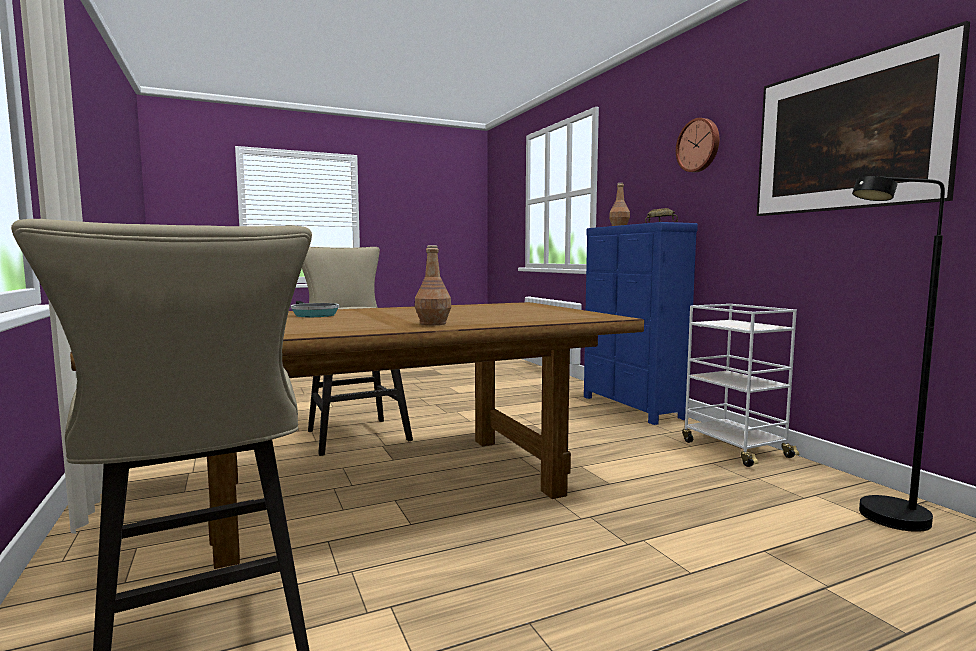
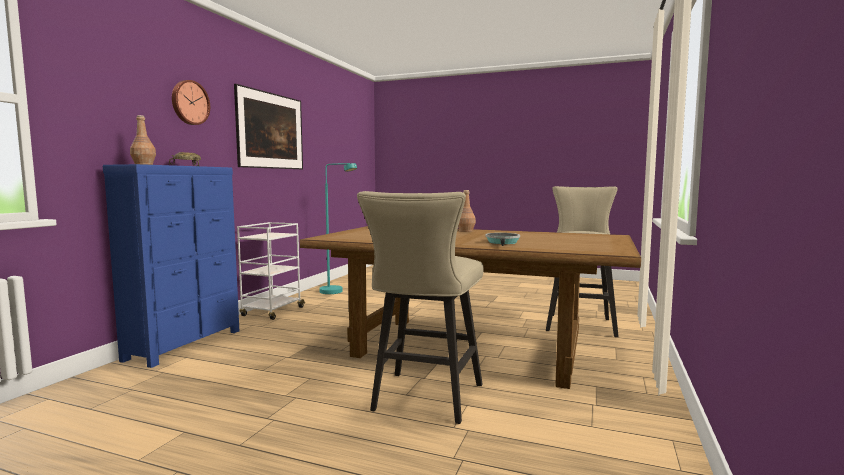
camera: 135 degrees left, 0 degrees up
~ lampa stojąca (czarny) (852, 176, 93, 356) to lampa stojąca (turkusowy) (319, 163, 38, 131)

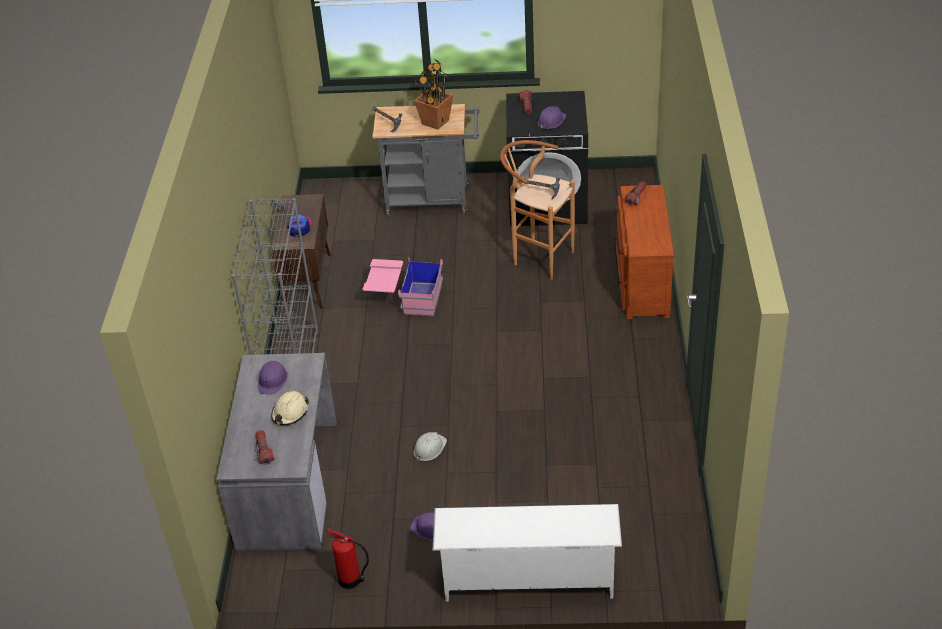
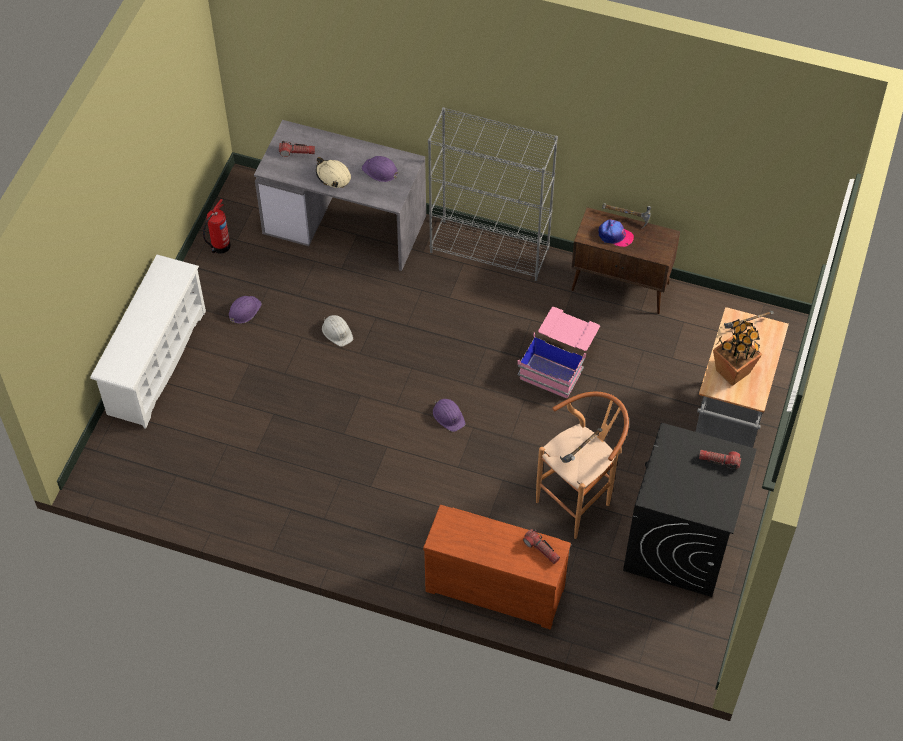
camera: 105 degrees right, 15 degrees up
~ kask (fioletowy) (538, 106, 28, 23) to (433, 399, 33, 33)

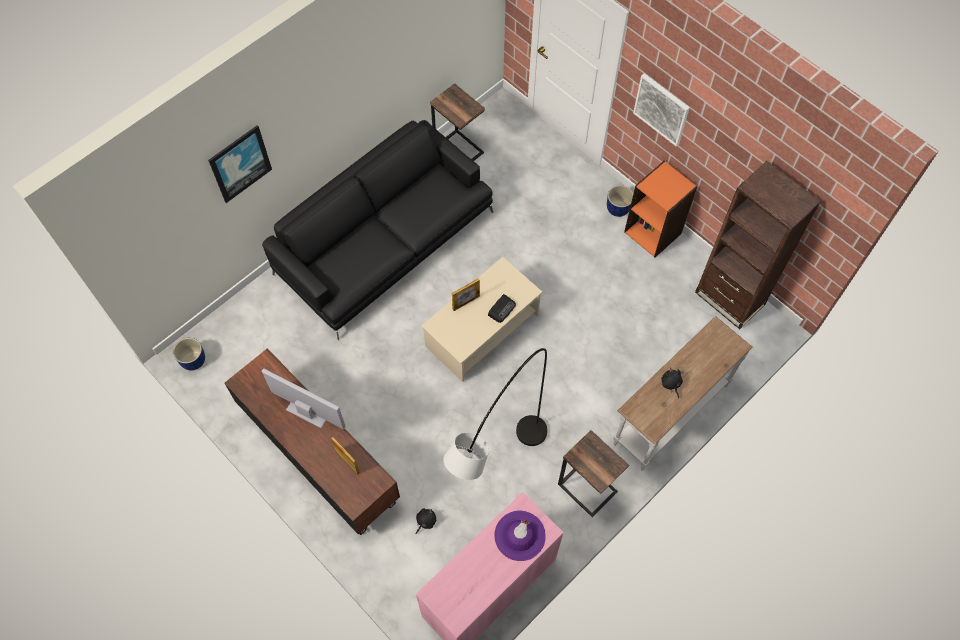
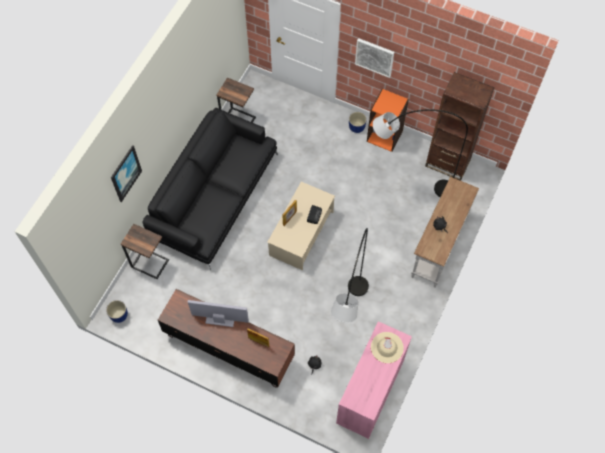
camera: 20 degrees left, 0 degrees up
~ kapelusz (fioletowy) (494, 511, 52, 50) to kapelusz (beżowy) (371, 332, 33, 31)
~ stolik (558, 430, 71, 87) to (121, 224, 48, 55)
+ lampa stojąca (szary) (373, 109, 95, 88)

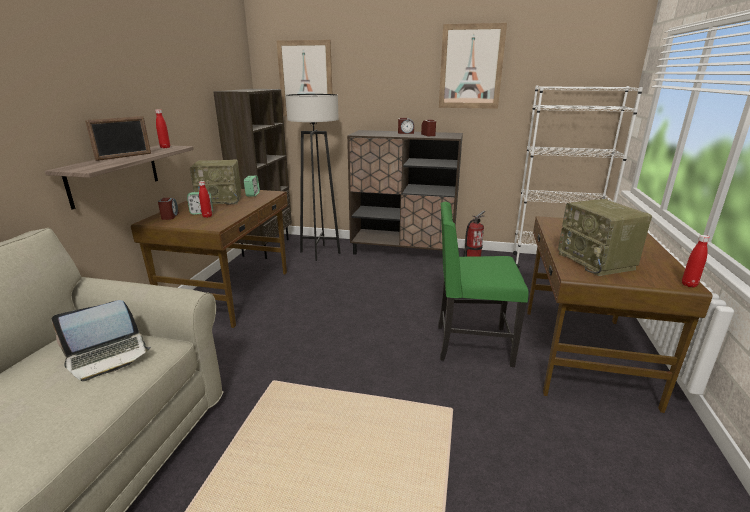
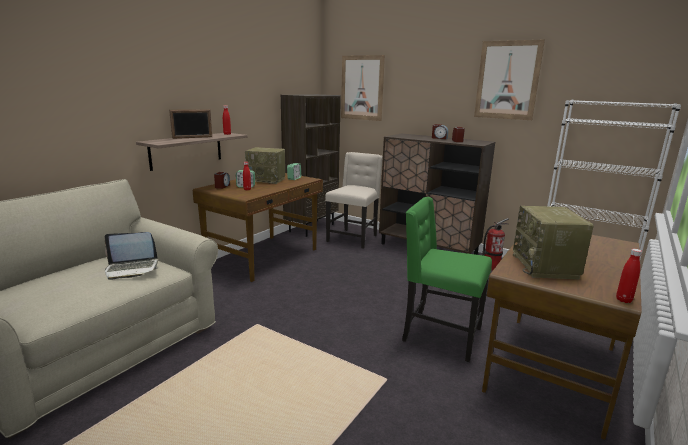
camera: 20 degrees right, 5 degrees down
~ lampa stojąca (szary) (285, 94, 56, 167) to krzesło (beżowy) (325, 152, 58, 97)

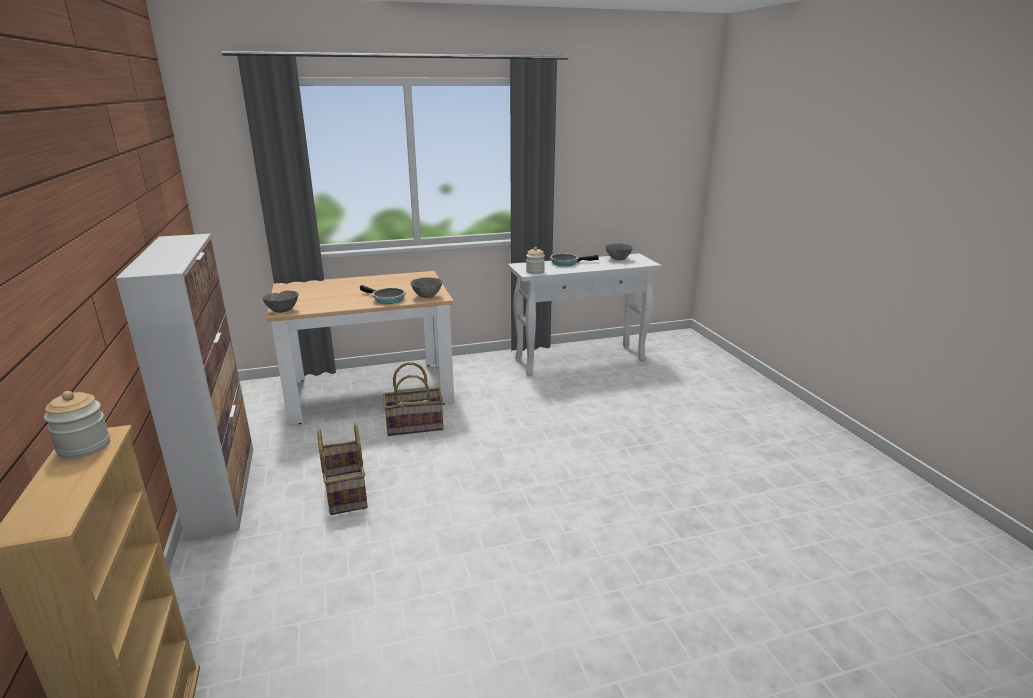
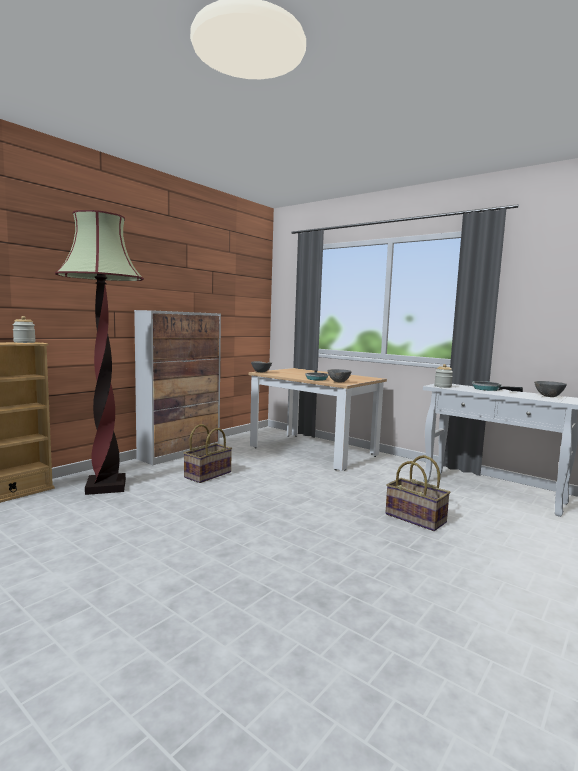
camera: 55 degrees right, 15 degrees down
~ koszyk (383, 362, 60, 74) to (385, 455, 66, 76)
+ lampa stojąca (55, 210, 89, 285)

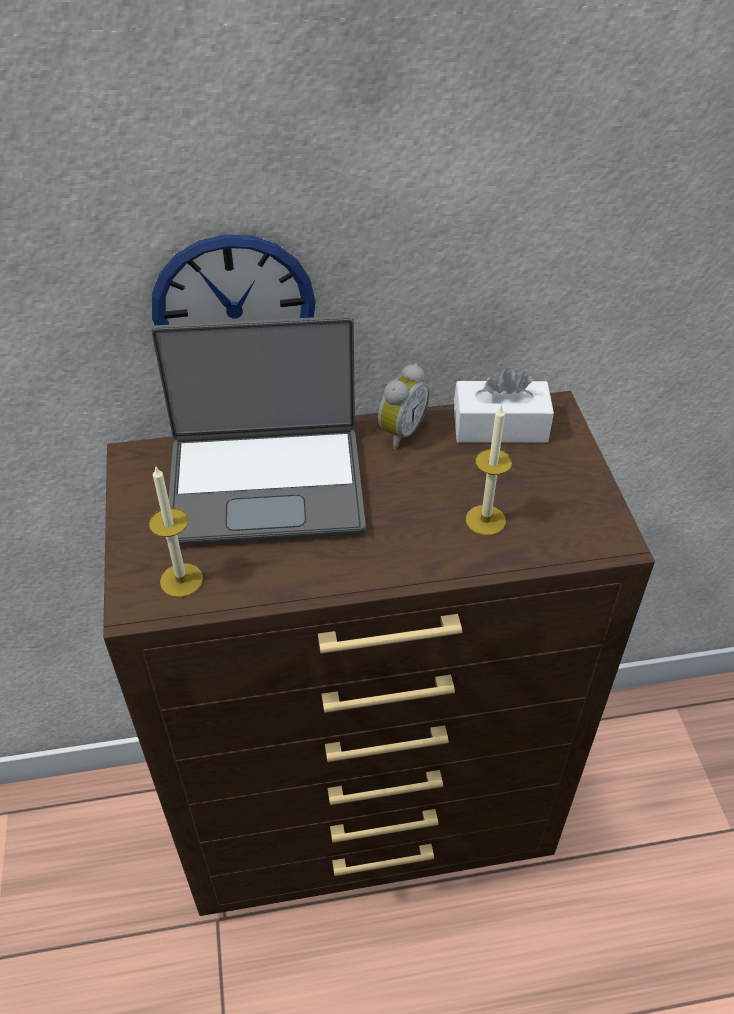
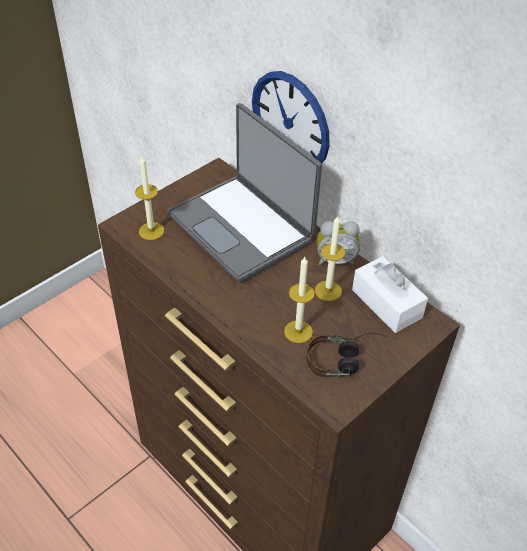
camera: 55 degrees right, 0 degrees up
+ słuchawki (306, 333, 83, 44)
+ świeca (315, 216, 30, 85)

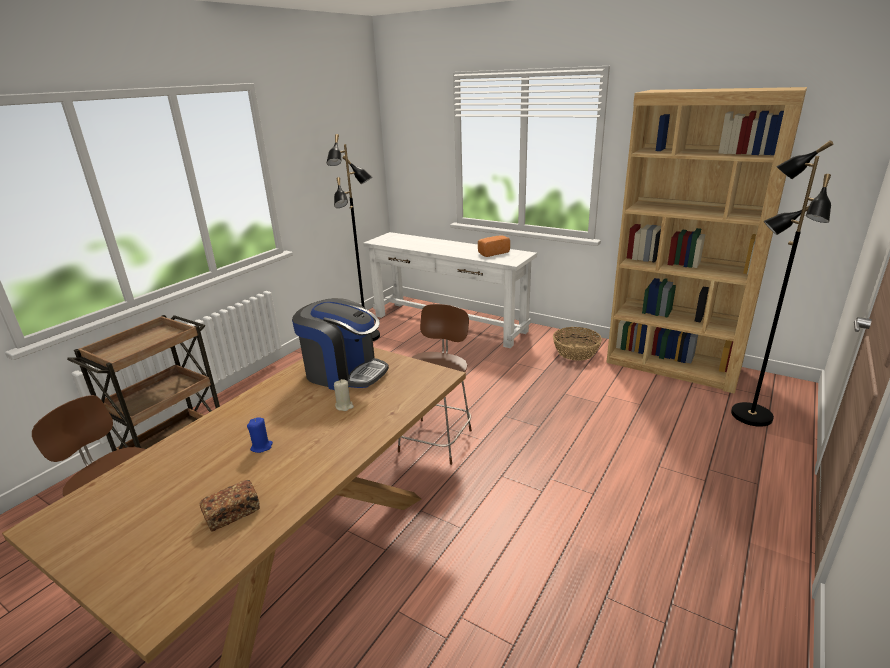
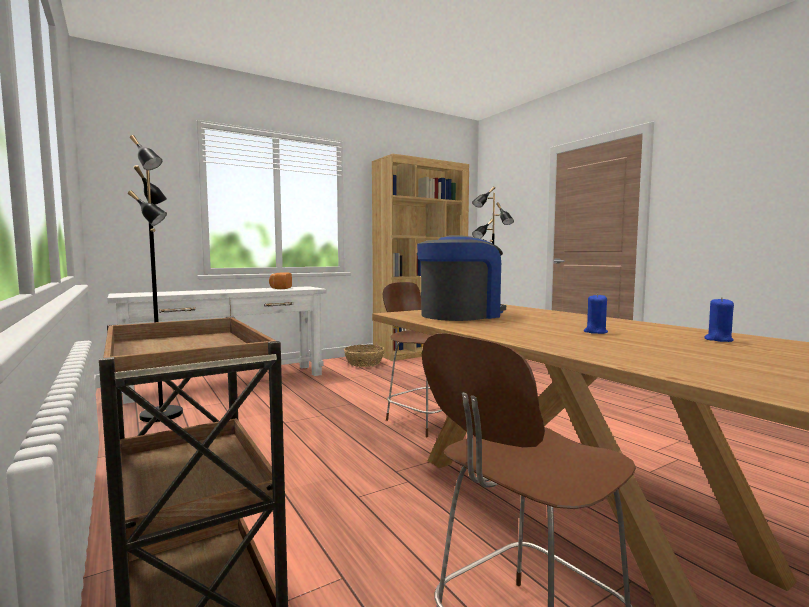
camera: 65 degrees left, 20 degrees down
~ chleb (200, 480, 60, 52) to świeca (niebieski) (705, 297, 29, 45)
- świeca (beżowy) (334, 379, 20, 32)

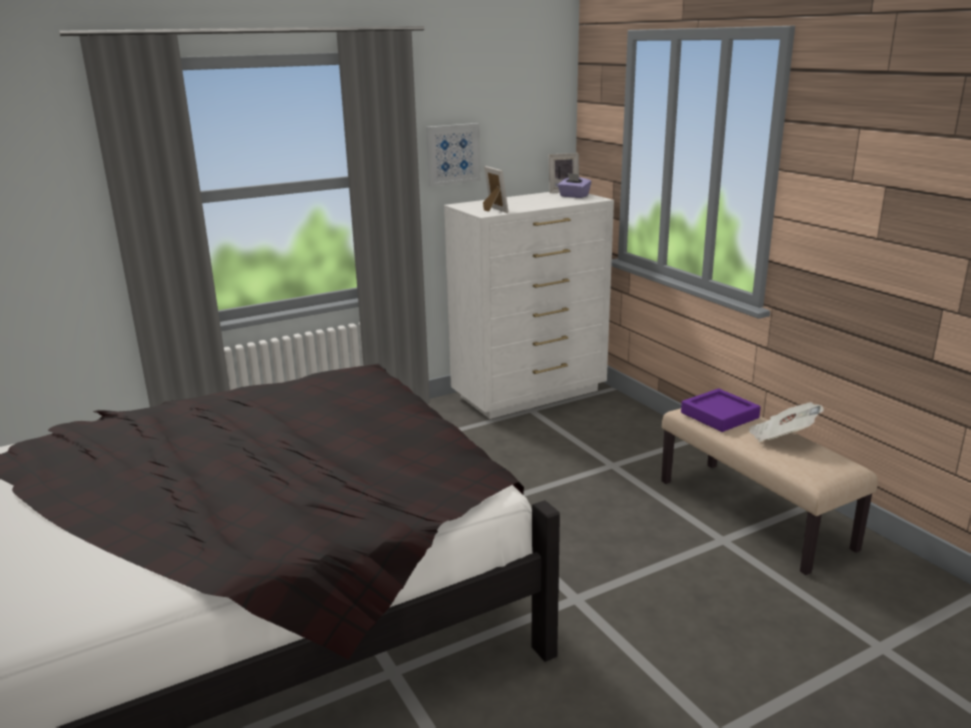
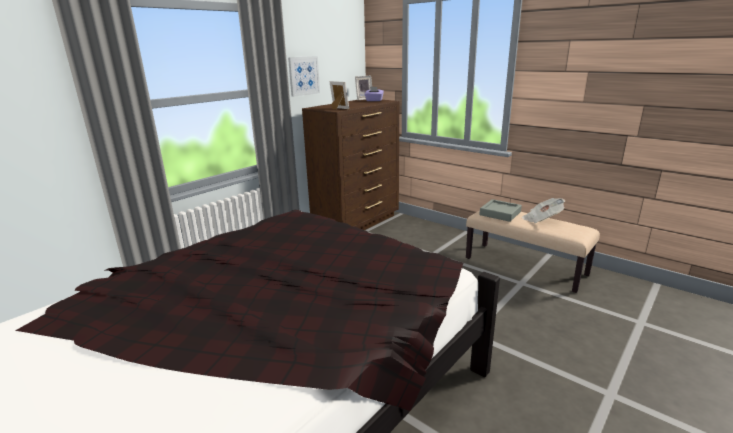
camera: 20 degrees left, 0 degrees up
~ komoda (biały) (444, 192, 170, 227) to komoda (brązowy) (302, 100, 97, 130)
~ taca (fioletowy) (681, 389, 80, 43) to taca (szary) (479, 199, 43, 23)

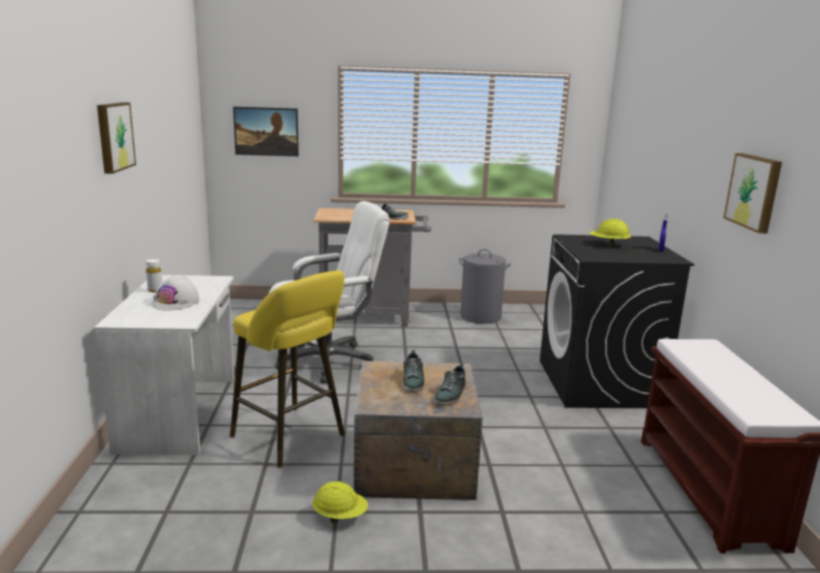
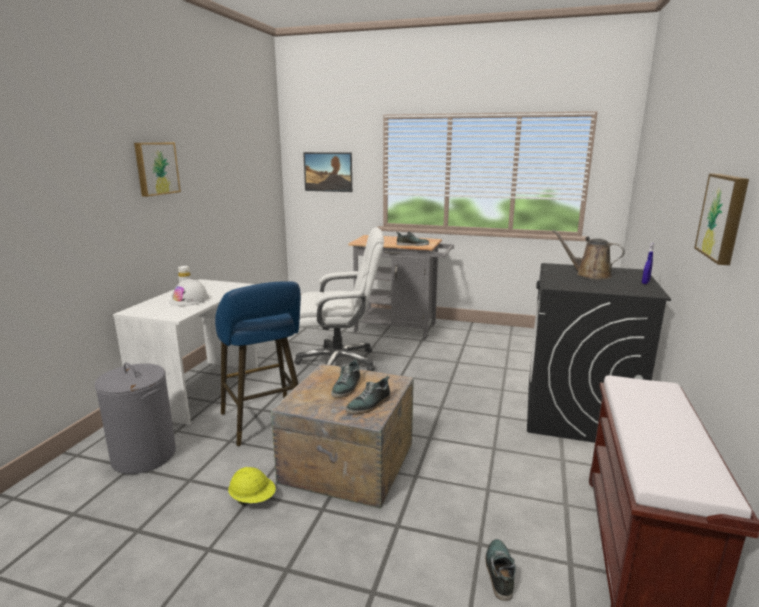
camera: 20 degrees right, 0 degrees up
~ stołek (żółty) (230, 271, 115, 197) to stołek (niebieski) (215, 281, 86, 165)
~ kosz na pranie (szary) (459, 249, 52, 75) to (94, 363, 82, 111)
~ kask (żółty) (589, 219, 42, 27) to konewka (brązowy) (552, 230, 73, 49)
+ but (485, 539, 31, 62)

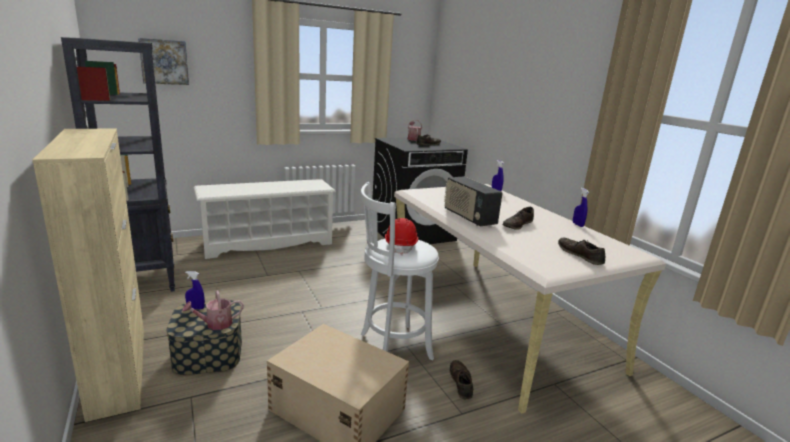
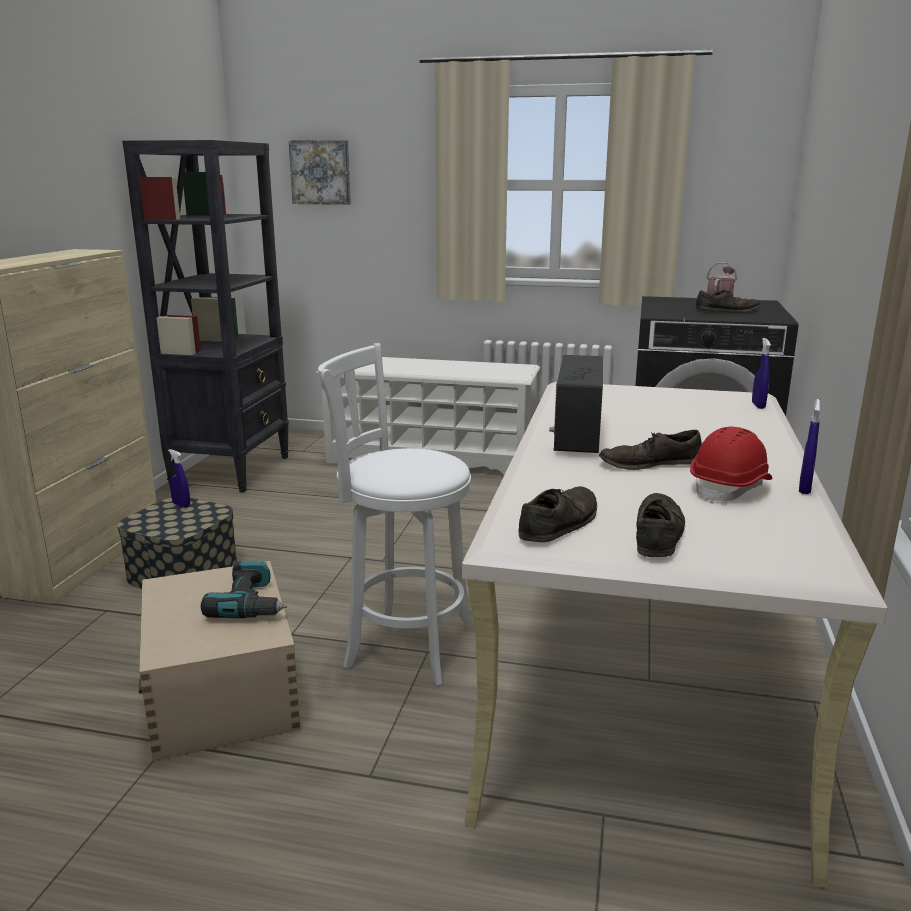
camera: 40 degrees right, 0 degrees up
- konewka (182, 290, 62, 40)
~ kask (czerwony) (385, 218, 34, 37) to (690, 426, 82, 78)
~ but (brązowy) (450, 360, 23, 39) to (518, 486, 79, 56)
+ wiertarka (201, 561, 86, 57)

